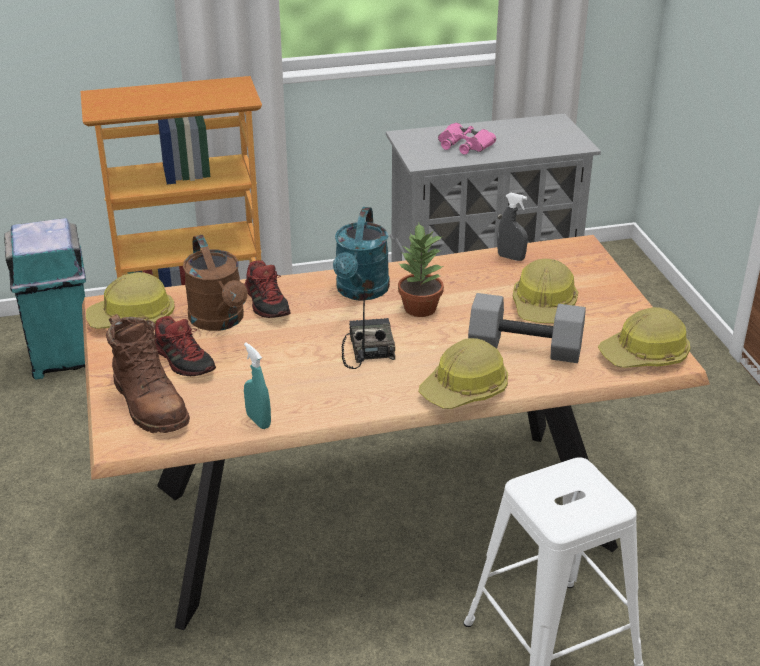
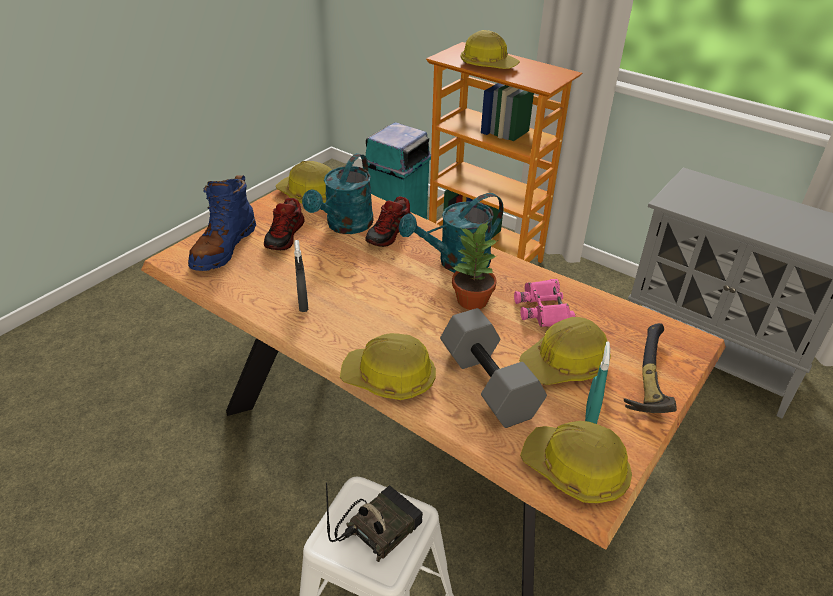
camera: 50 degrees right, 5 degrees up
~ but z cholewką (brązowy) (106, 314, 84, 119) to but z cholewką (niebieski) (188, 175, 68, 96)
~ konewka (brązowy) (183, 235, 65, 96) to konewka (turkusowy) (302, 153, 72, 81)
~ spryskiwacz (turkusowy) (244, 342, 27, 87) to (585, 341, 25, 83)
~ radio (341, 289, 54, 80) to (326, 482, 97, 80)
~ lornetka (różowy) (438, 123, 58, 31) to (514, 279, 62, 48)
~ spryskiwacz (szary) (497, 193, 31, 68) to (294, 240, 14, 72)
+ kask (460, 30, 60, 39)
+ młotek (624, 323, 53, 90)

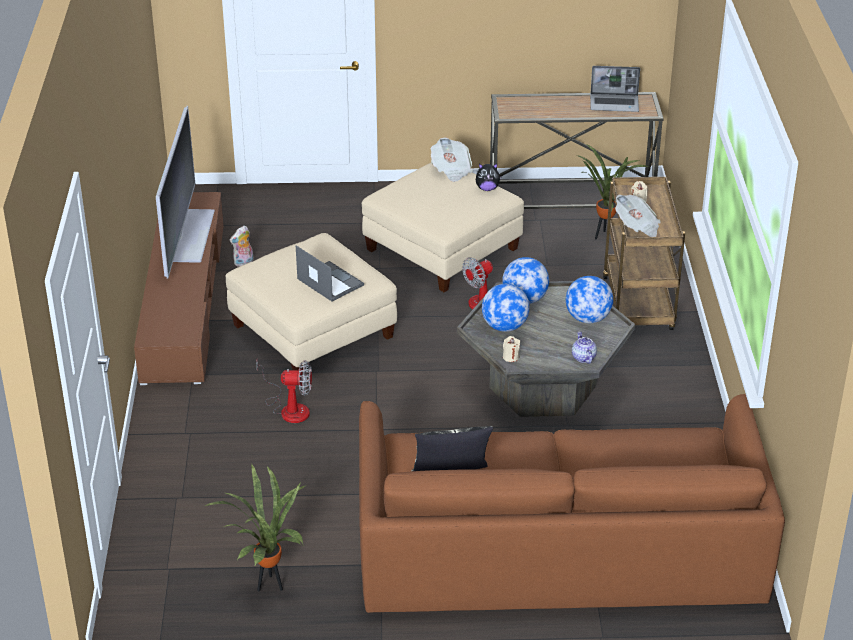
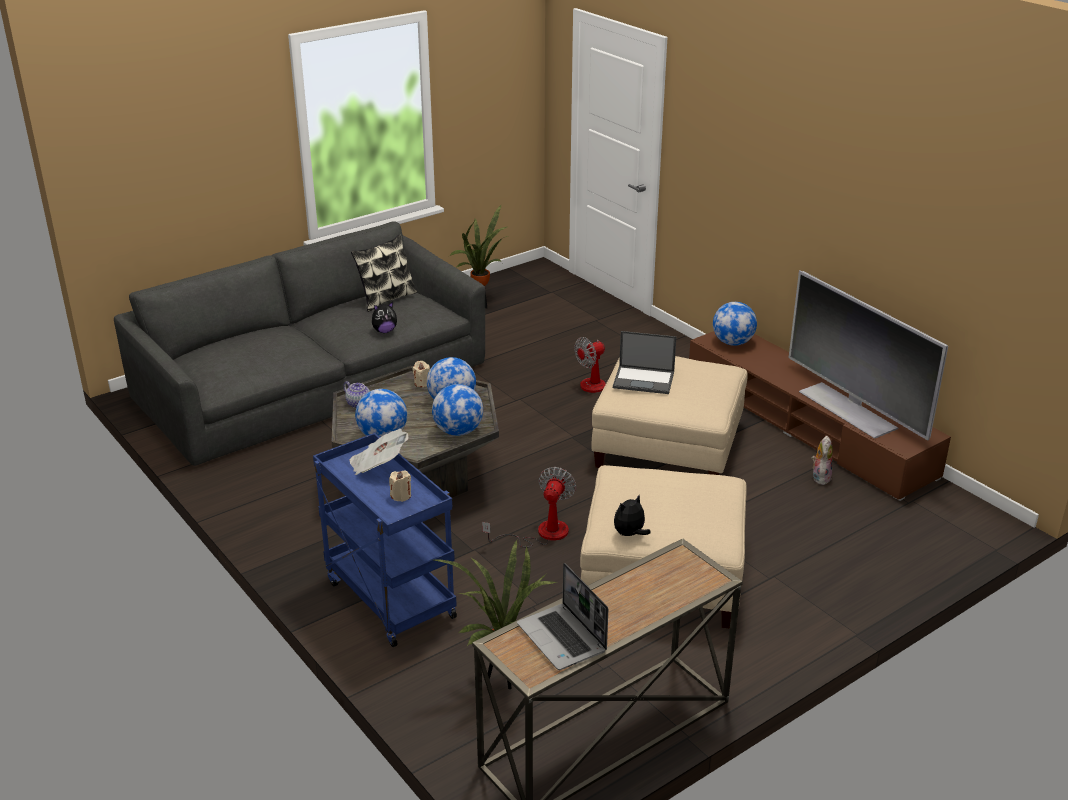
camera: 145 degrees right, 5 degrees down
~ kanapa (brązowy) (359, 394, 426, 219) to kanapa (szary) (114, 221, 371, 245)
- gazeta (431, 138, 42, 44)
~ laptop (590, 66, 50, 46) = (517, 563, 91, 107) 90 degrees counterclockwise
~ wózek (brązowy) (603, 177, 82, 153) to wózek (niebieski) (313, 433, 144, 214)
+ pluszak (372, 302, 25, 31)
+ globus (713, 302, 44, 44)

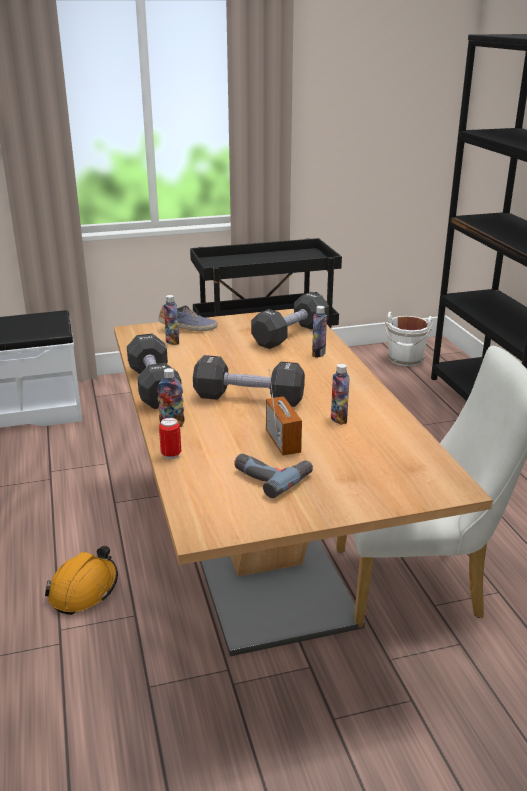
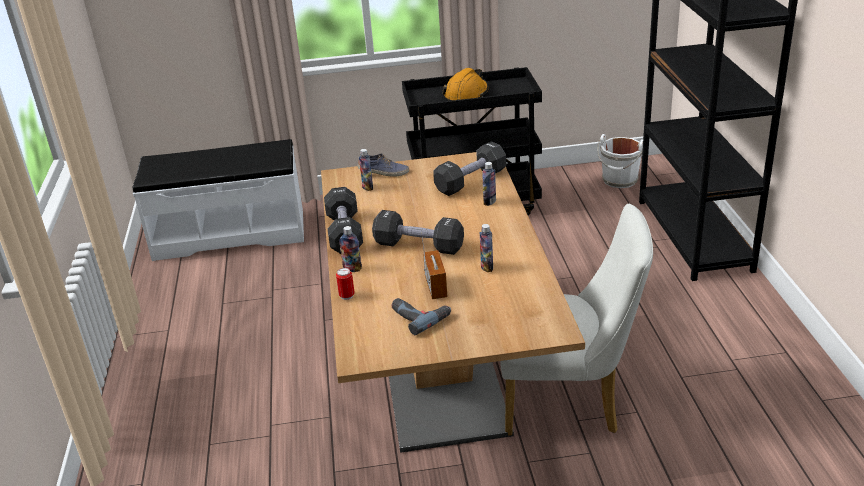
camera: 10 degrees right, 5 degrees up
~ kask (pomarańczowy) (45, 546, 73, 69) to (443, 68, 46, 33)

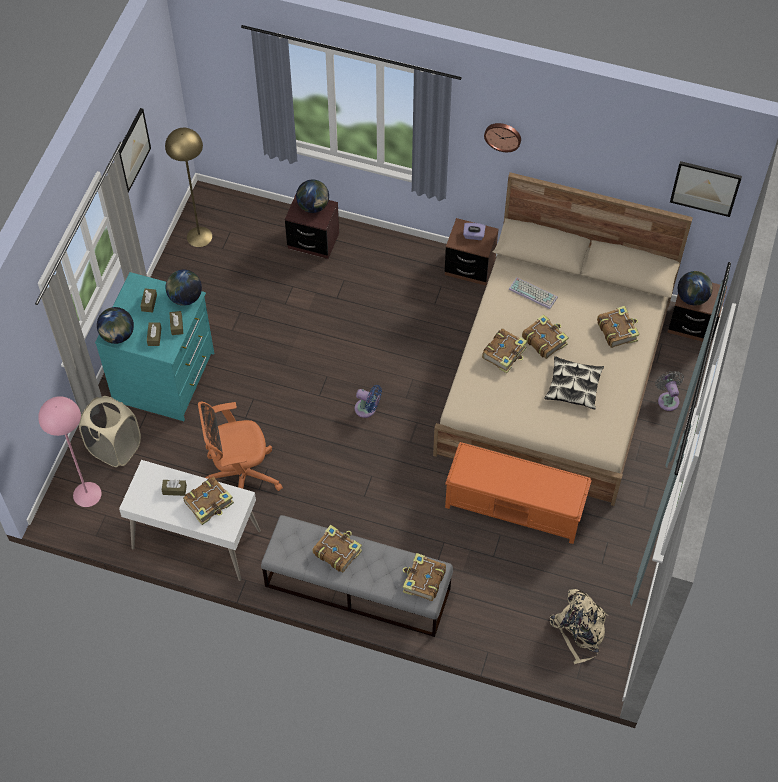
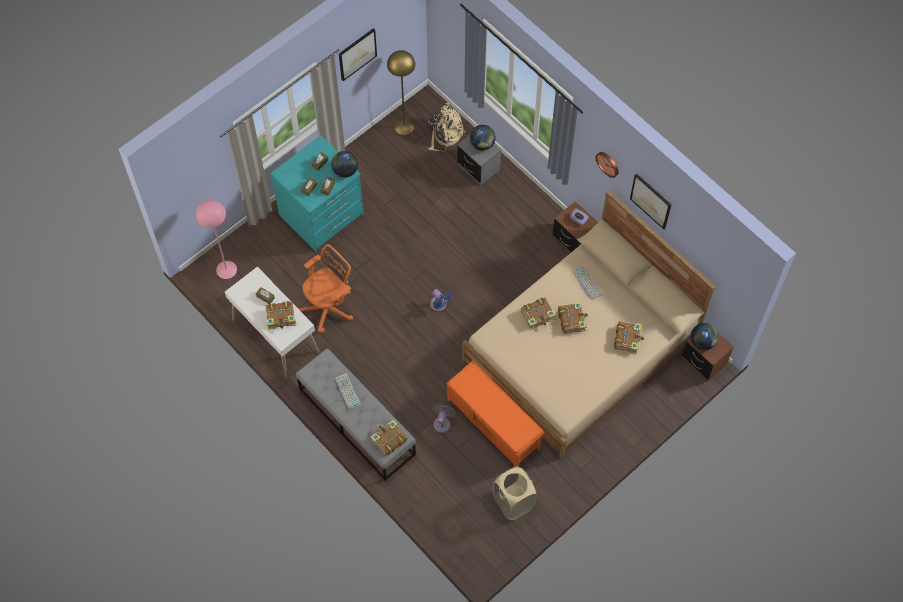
camera: 30 degrees right, 5 degrees up
~ kosz na pranie (beżowy) (79, 396, 62, 71) to (493, 466, 44, 54)
- globus (97, 307, 37, 37)
~ krzesło biurowe (pomarańczowy) (198, 402, 85, 89) = (298, 244, 55, 89) 120 degrees clockwise
~ szafka nocna (brązowy) (285, 195, 54, 64) to szafka nocna (szary) (457, 135, 44, 50)
~ książka (313, 525, 49, 48) to klawiatura (335, 373, 26, 37)
- poduszka (544, 356, 60, 54)
~ plecak (beżowy) (550, 589, 58, 75) to (428, 103, 38, 49)
~ wentylator (szary) (655, 371, 29, 40) to (433, 403, 23, 30)
~ obraz (670, 161, 72, 56) to (630, 173, 41, 57)

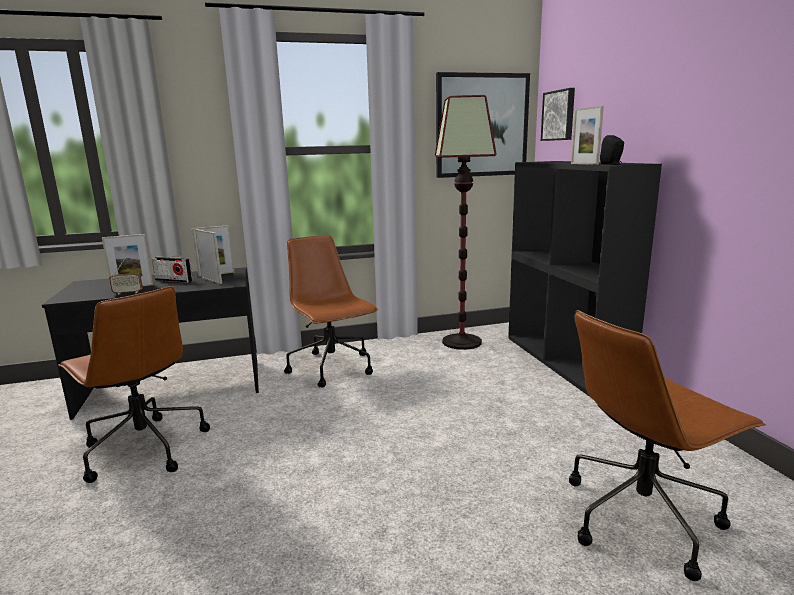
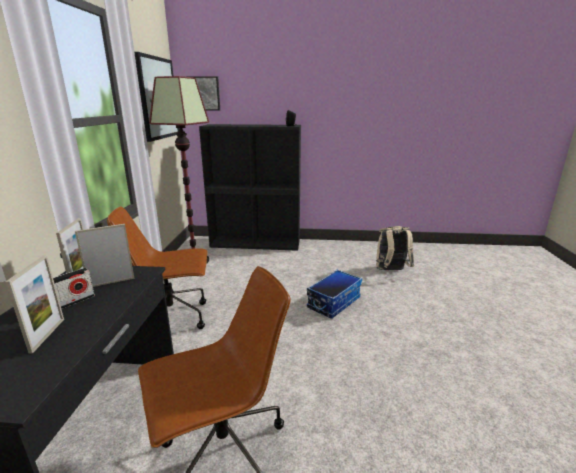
camera: 70 degrees left, 5 degrees up
- radio (109, 259, 34, 36)
~ krzesło biurowe (brązowy) (569, 310, 197, 271) to plecak (beżowy) (376, 226, 38, 44)
- ramka na zdjęcie (571, 106, 33, 59)
+ pojemnik do przechowywania (307, 270, 55, 48)

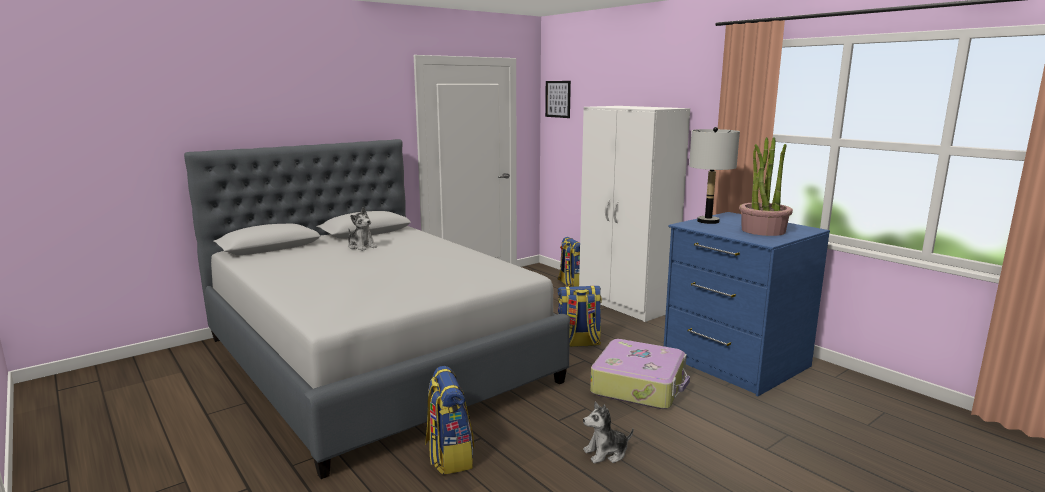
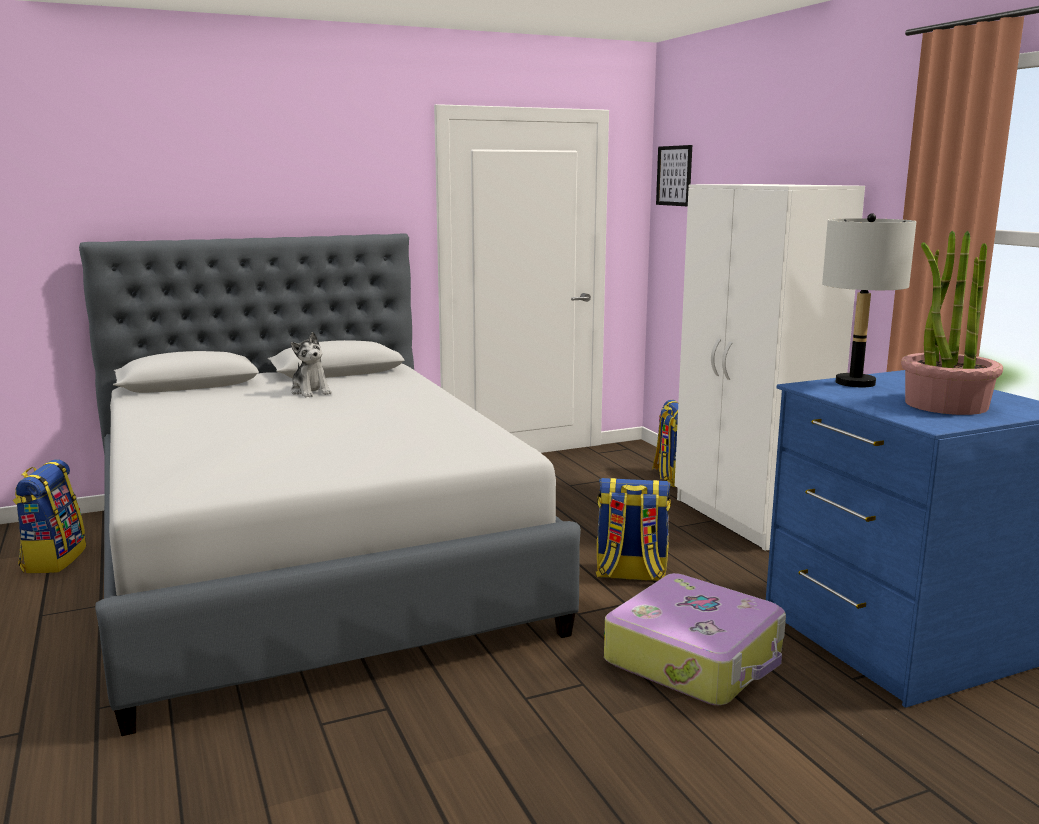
camera: 15 degrees right, 0 degrees up
~ plecak (425, 366, 49, 108) to (13, 459, 73, 114)
- pluszak (583, 402, 51, 62)

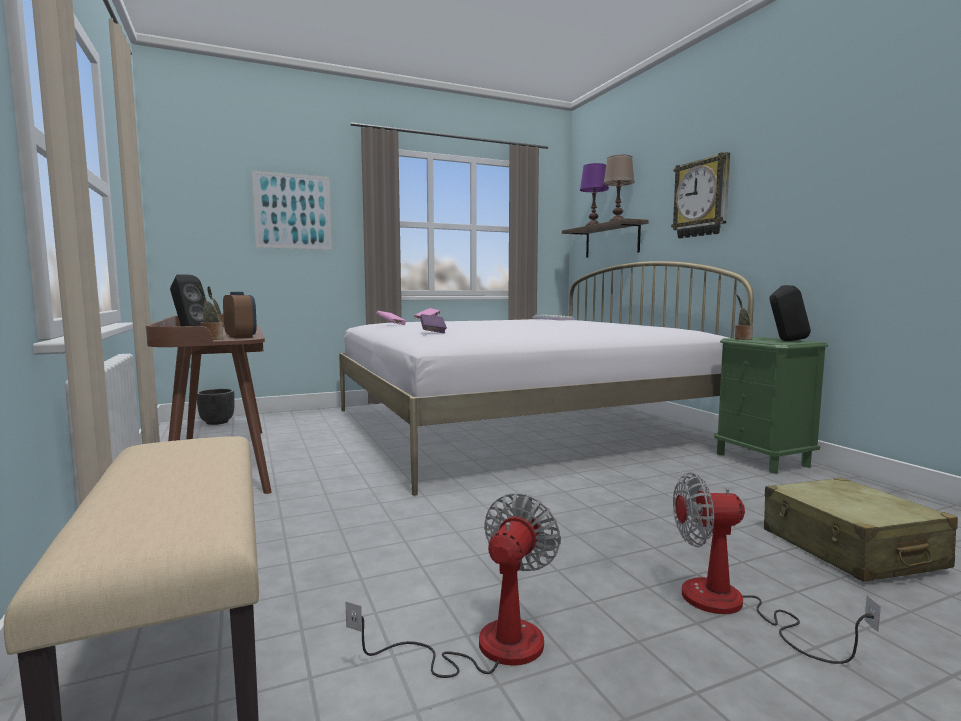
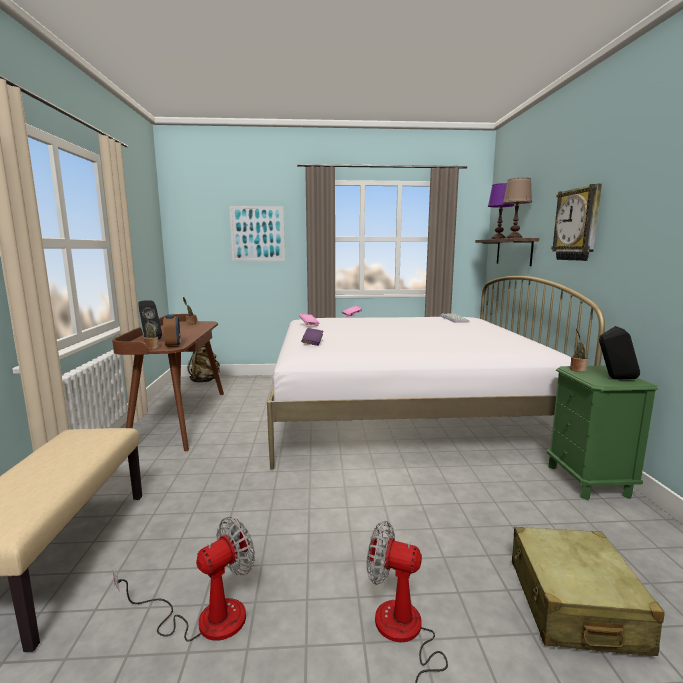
camera: 20 degrees right, 5 degrees up
~ donica (czarny) (197, 389, 38, 36) to plecak (beżowy) (187, 345, 33, 37)

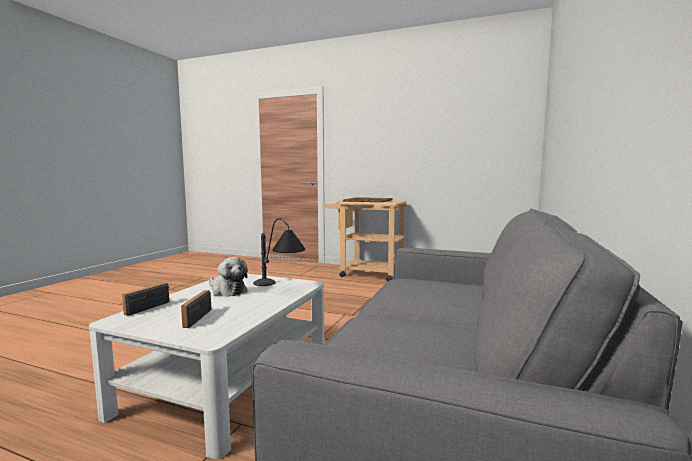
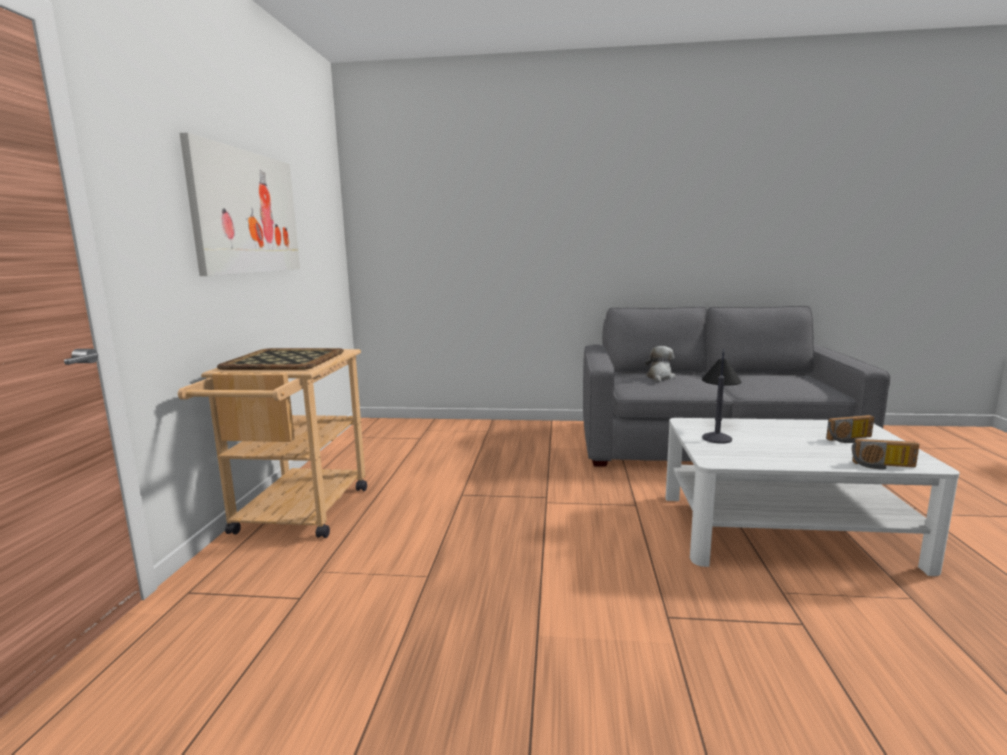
camera: 105 degrees left, 5 degrees up
~ pluszak (209, 257, 39, 40) to (645, 346, 30, 36)
+ obraz (179, 132, 121, 144)

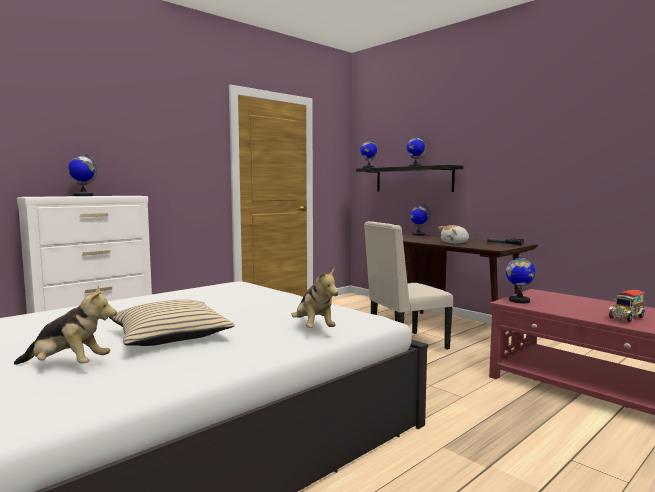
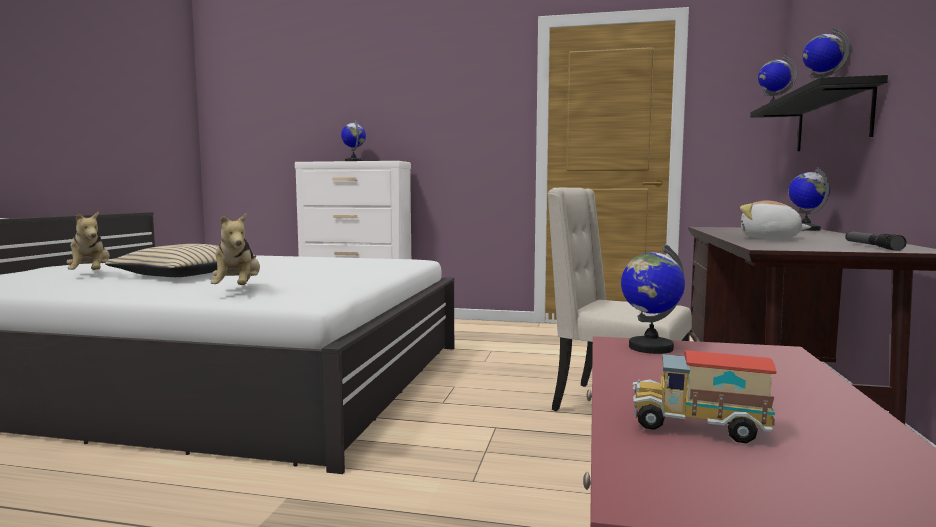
camera: 55 degrees right, 0 degrees up
~ pluszak (291, 268, 48, 60) = (211, 214, 49, 71) 45 degrees counterclockwise

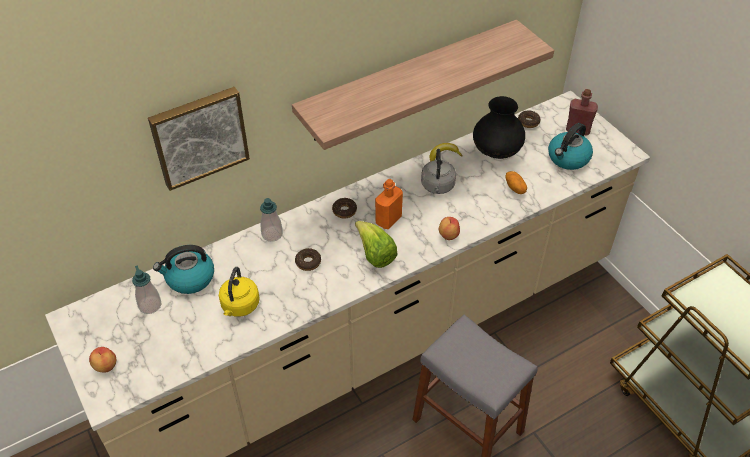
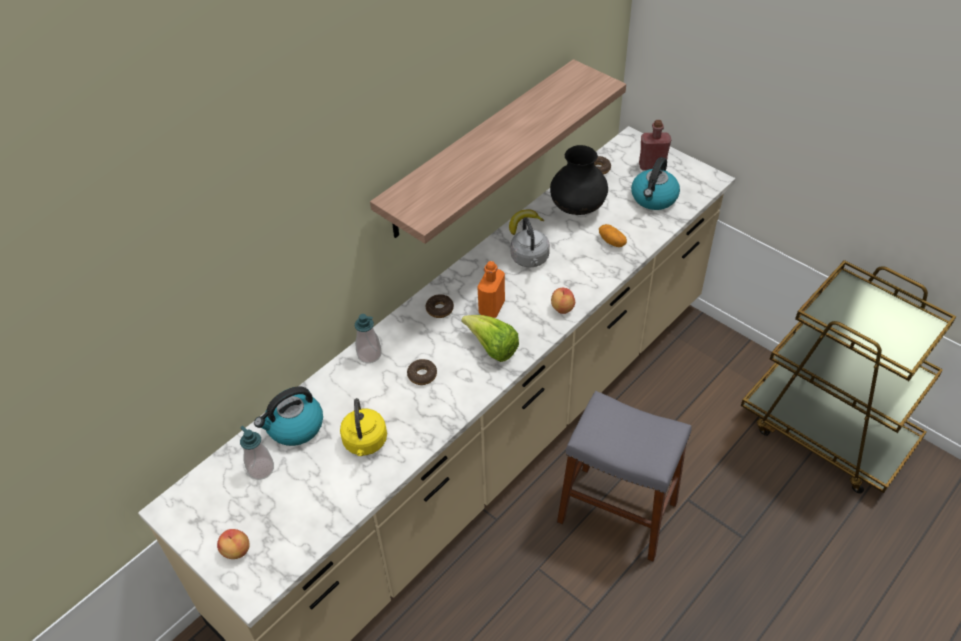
camera: 15 degrees left, 0 degrees up
- obraz (148, 87, 102, 104)

